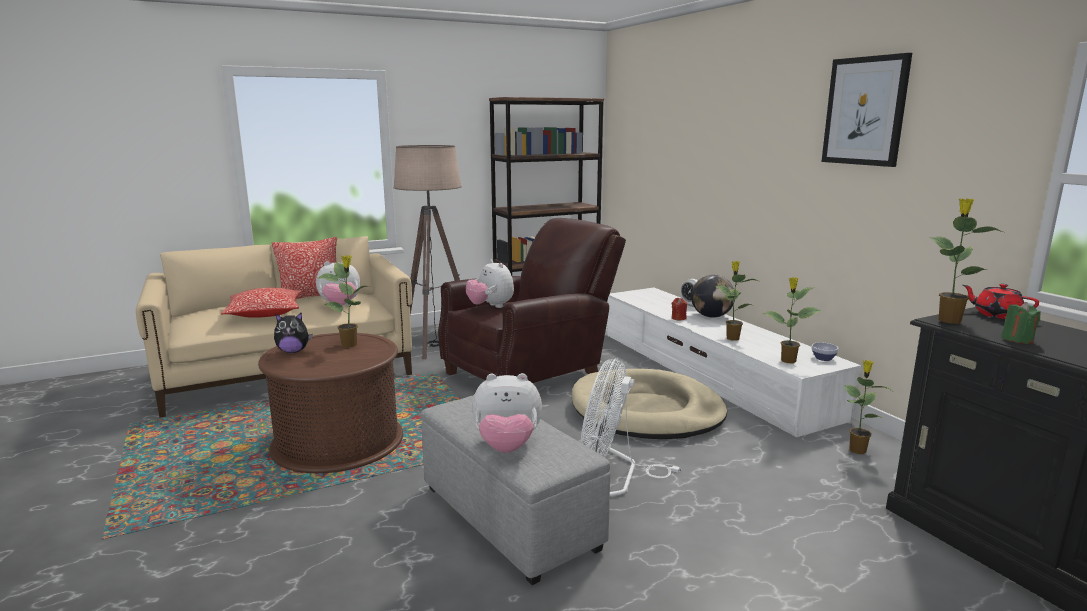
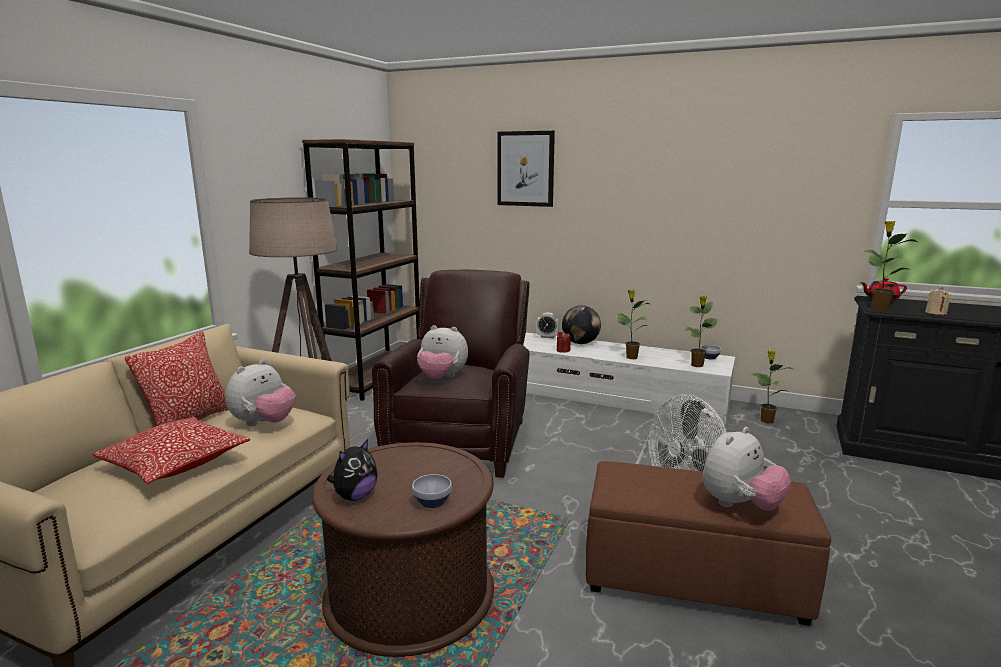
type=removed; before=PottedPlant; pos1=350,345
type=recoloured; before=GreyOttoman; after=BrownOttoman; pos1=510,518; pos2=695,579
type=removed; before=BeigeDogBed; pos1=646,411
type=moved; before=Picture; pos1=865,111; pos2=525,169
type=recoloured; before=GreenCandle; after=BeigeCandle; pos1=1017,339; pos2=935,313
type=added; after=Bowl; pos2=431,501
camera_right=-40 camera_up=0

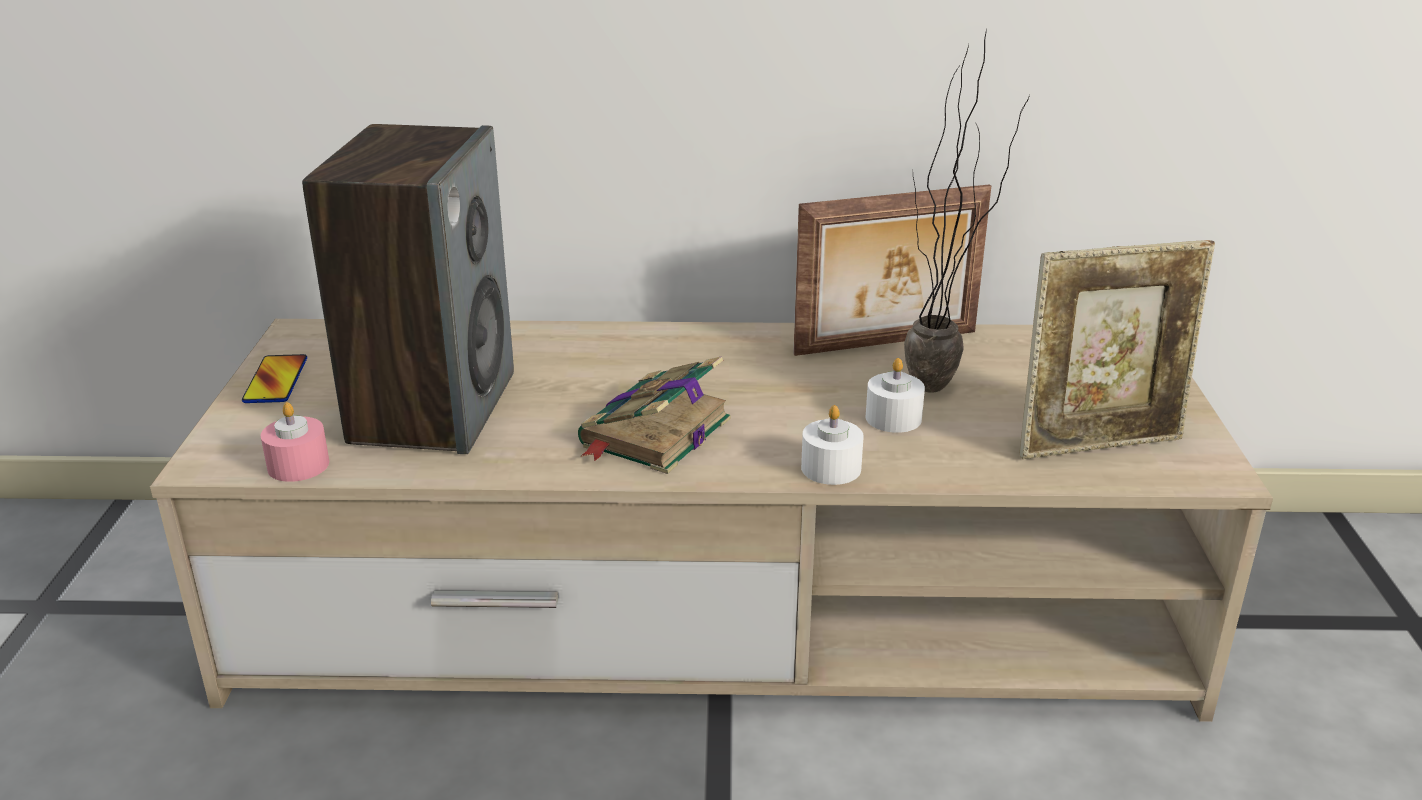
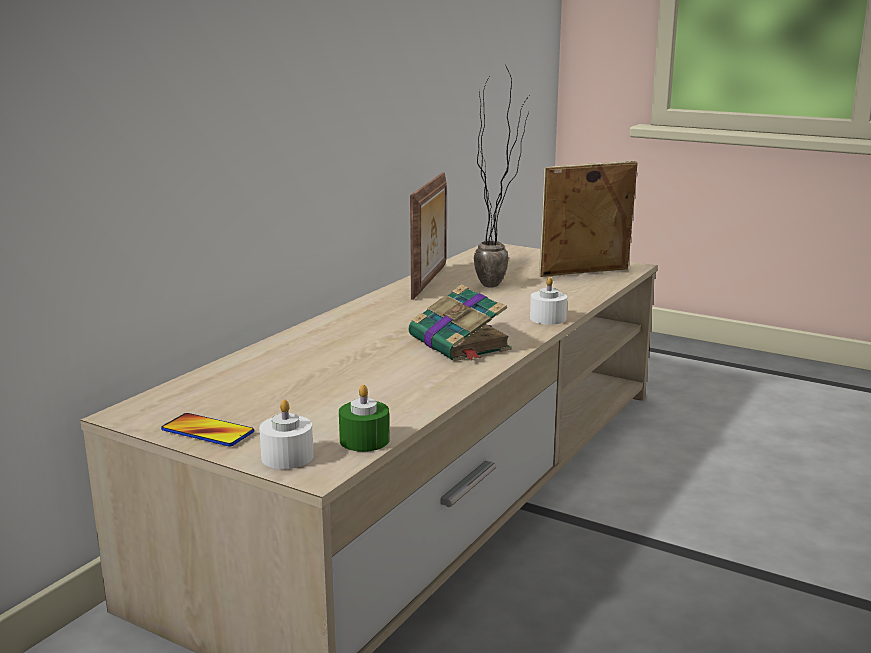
type=recoloured; before=PinkCandle; after=GreenCandle; pos1=298,465; pos2=364,440
type=removed; before=Speaker; pos1=433,407
type=moved; before=WhiteCandle; pos1=893,418; pos2=287,457
type=turned; before=PictureFrame; pos1=1099,444; pos2=584,274; turn=-120
camera_right=-60 camera_up=-10

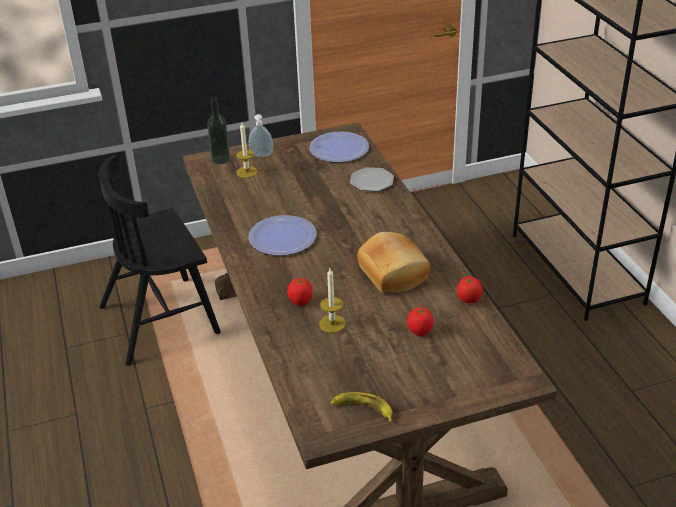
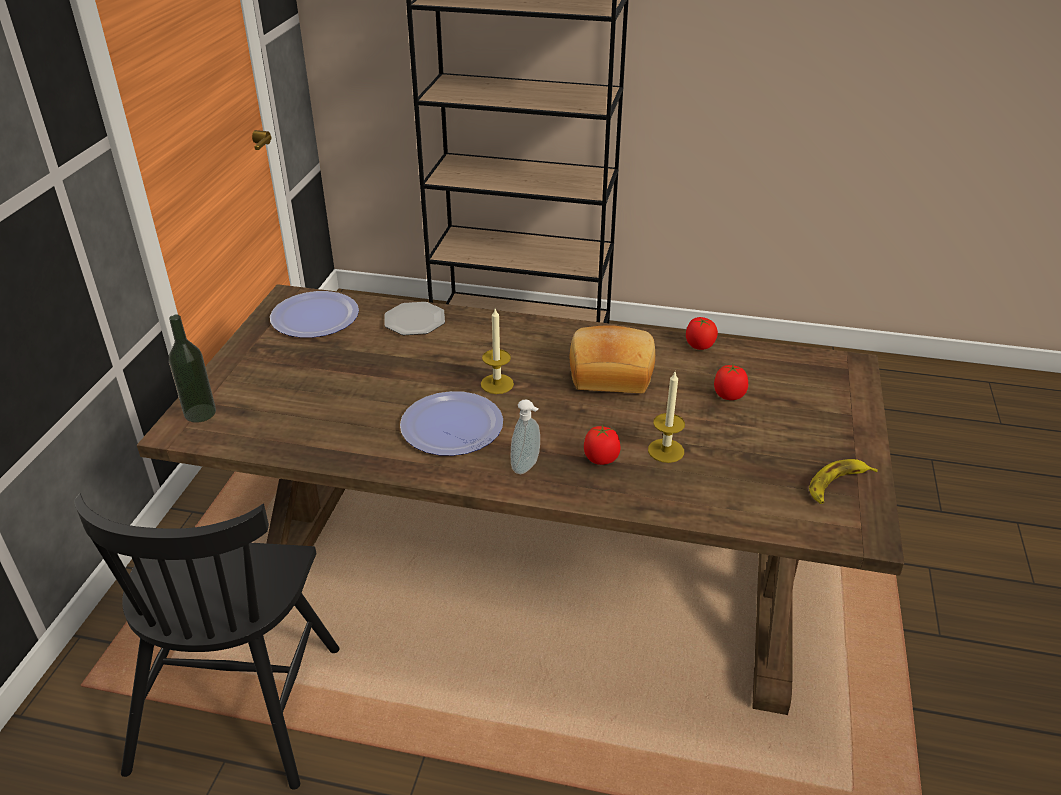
type=moved; before=Candle; pos1=246,172; pos2=497,384
type=moved; before=SoapDispenser; pos1=261,155; pos2=527,467
camera_right=-60 camera_up=0

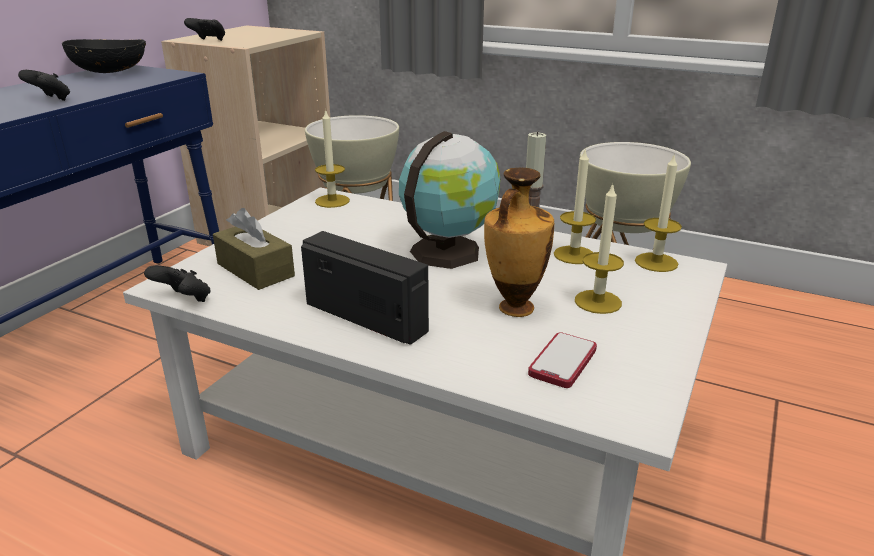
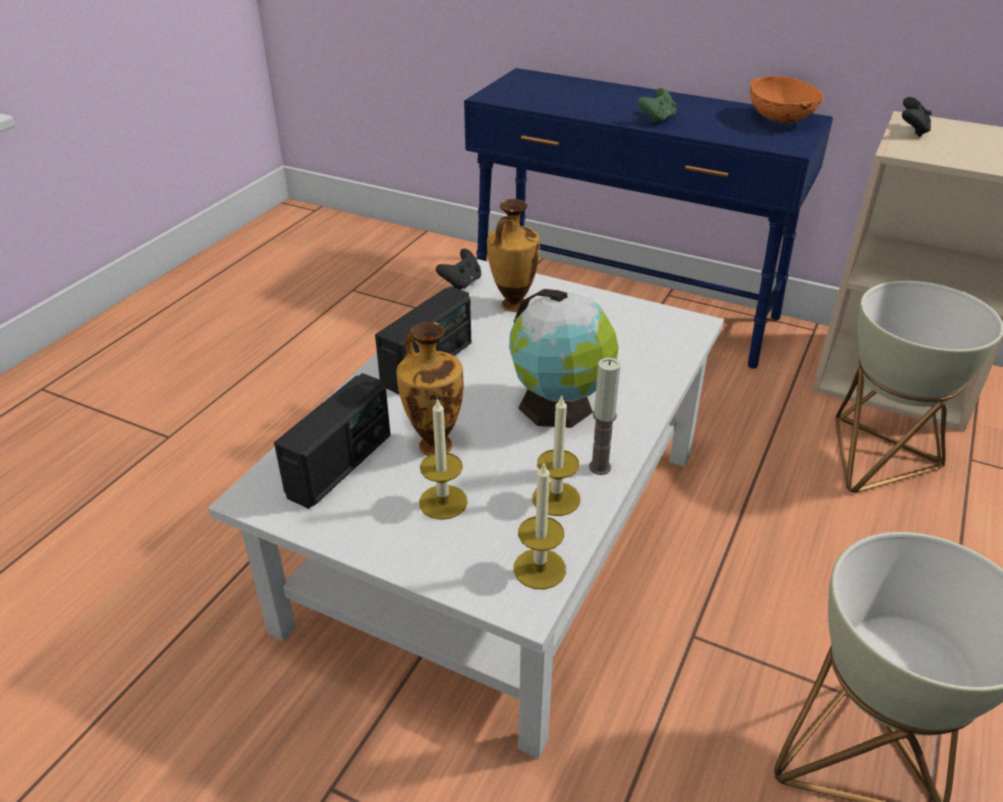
type=recoloured; before=BlackGameController; after=GreenGameController; pos1=50,100; pos2=657,119
type=recoloured; before=BlackBowl; after=OrangeBowl; pos1=110,72; pos2=781,119
type=replaced; before=BrownTissueBox; after=Vase; pos1=255,270; pos2=512,305
type=removed; before=Candle; pos1=332,201
type=replaced; before=Phone; after=Radio; pos1=563,362; pos2=341,465
camera_right=90 camera_up=10

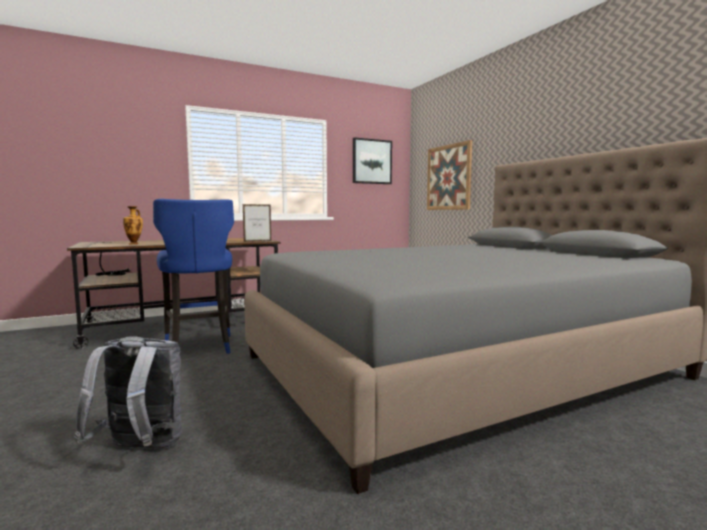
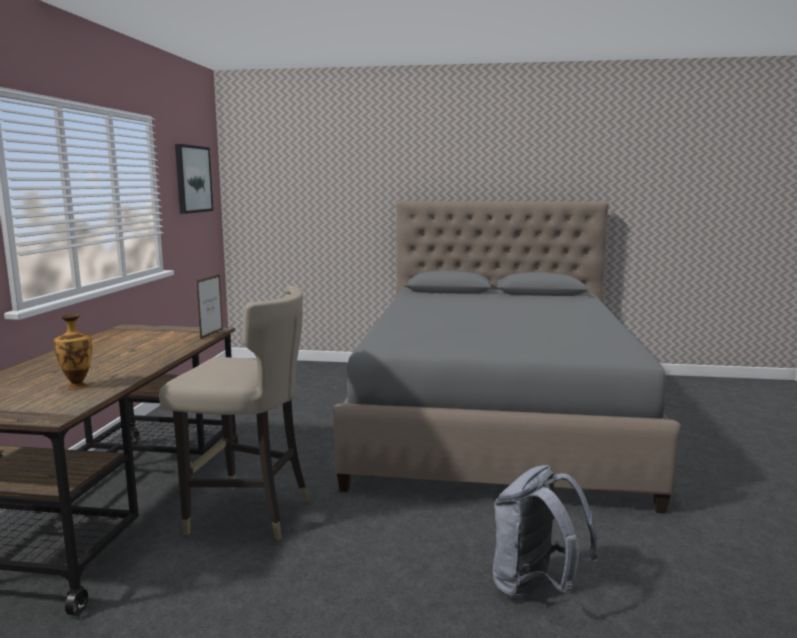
type=recoloured; before=BlueStool; after=BeigeStool; pos1=199,347; pos2=247,514
type=removed; before=Picture; pos1=448,177
camera_right=-55 camera_up=5

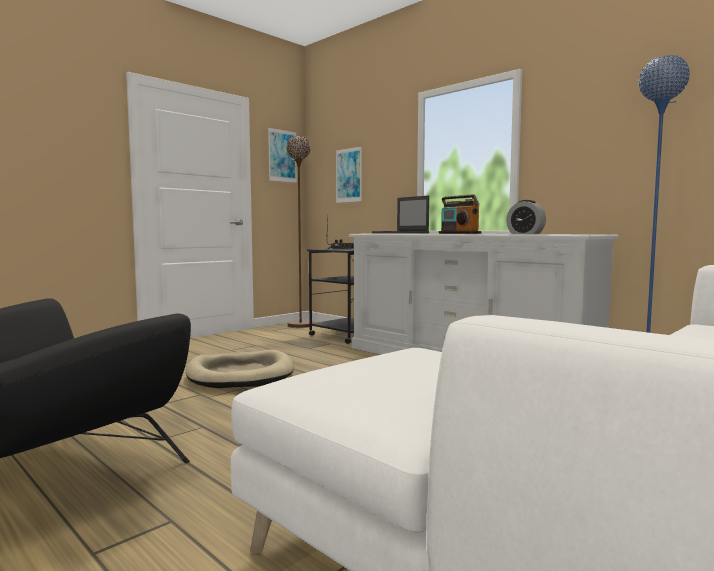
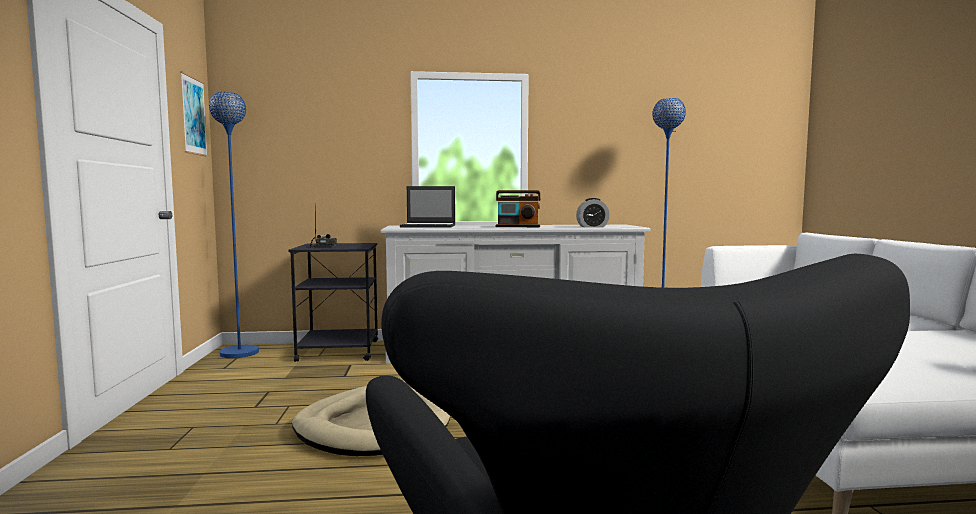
type=recoloured; before=BrownFloorLamp; after=BlueFloorLamp; pos1=300,325; pos2=239,353
type=removed; before=Picture; pos1=349,175
camera_right=-50 camera_up=0

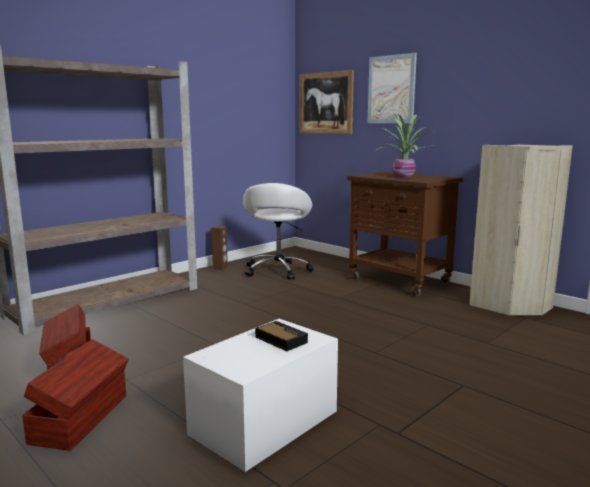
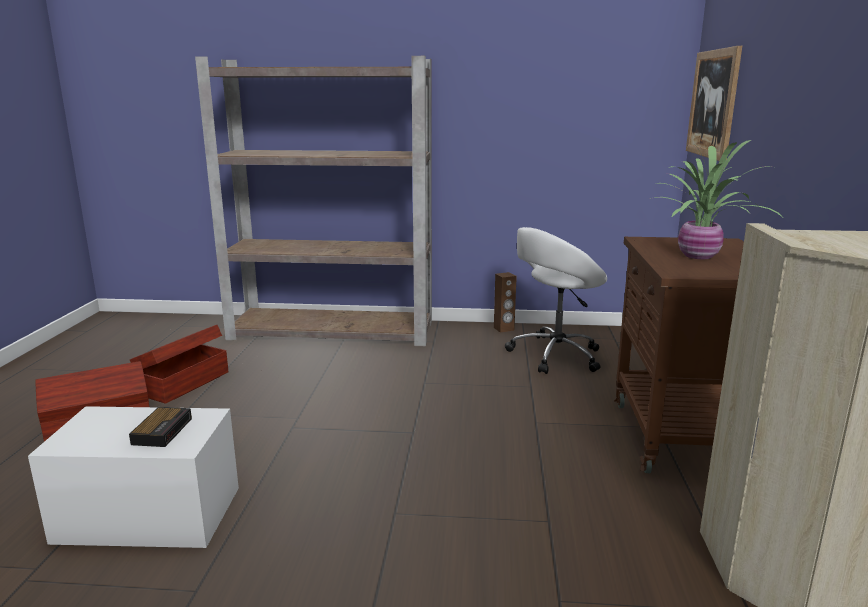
type=removed; before=Picture; pos1=391,89
camera_right=50 camera_up=5

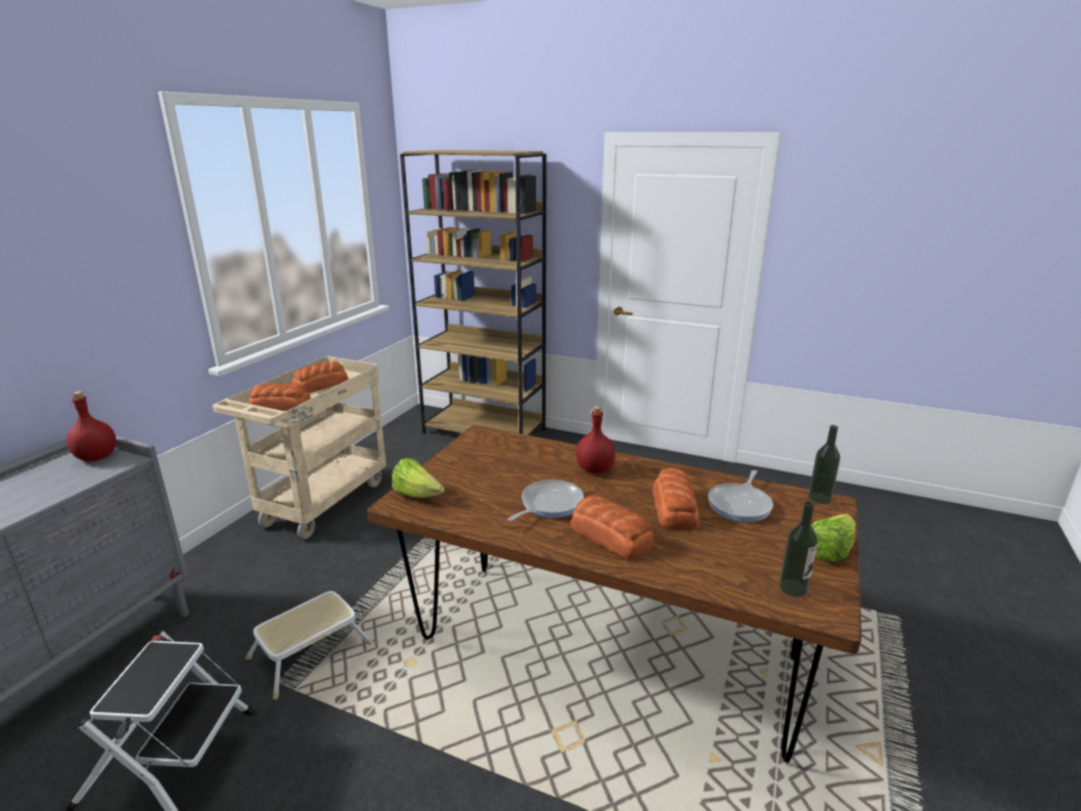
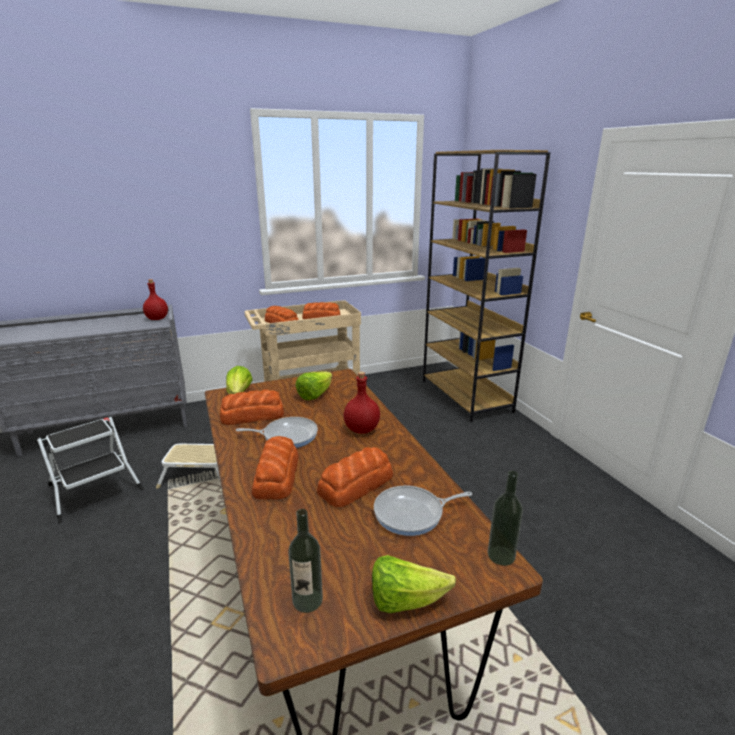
type=added; after=Bread; pos2=251,415
type=added; after=Lettuce; pos2=315,395
camera_right=45 camera_up=0

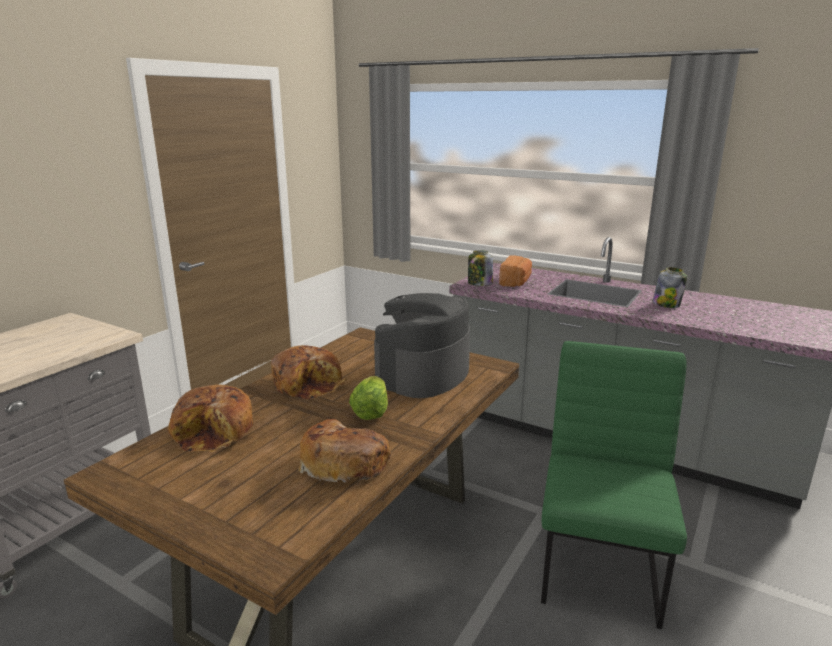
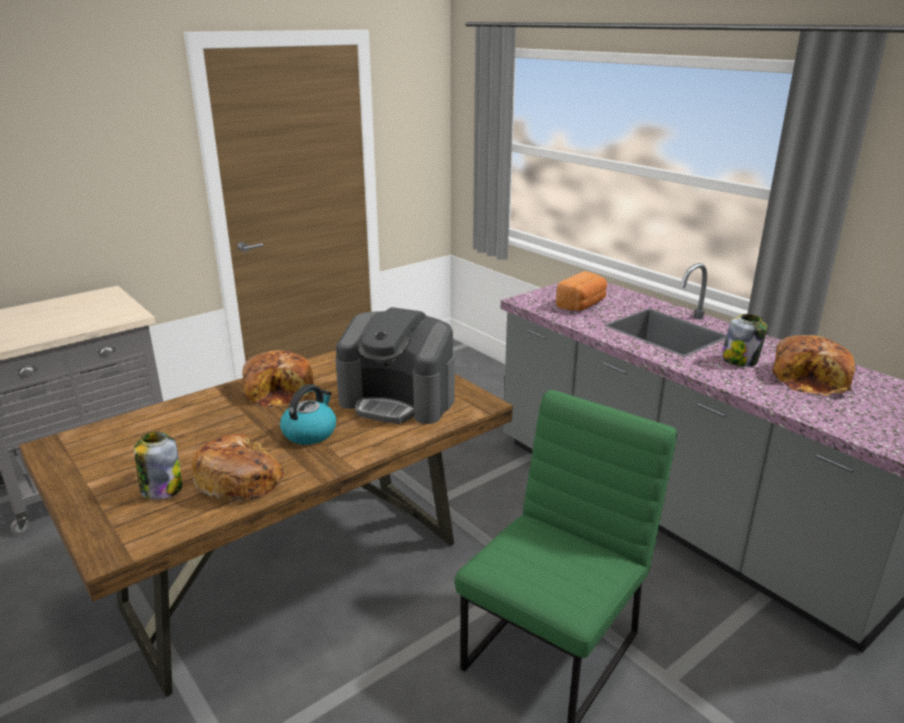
type=moved; before=Bread; pos1=215,431; pos2=811,379
type=replaced; before=Lettuce; after=Kettle; pos1=370,412; pos2=310,432
type=turned; before=CoffeeMachine; pos1=423,374; pos2=398,400; turn=-120
type=moved; before=Jar; pos1=479,284; pos2=161,489
camera_right=20 camera_up=5

